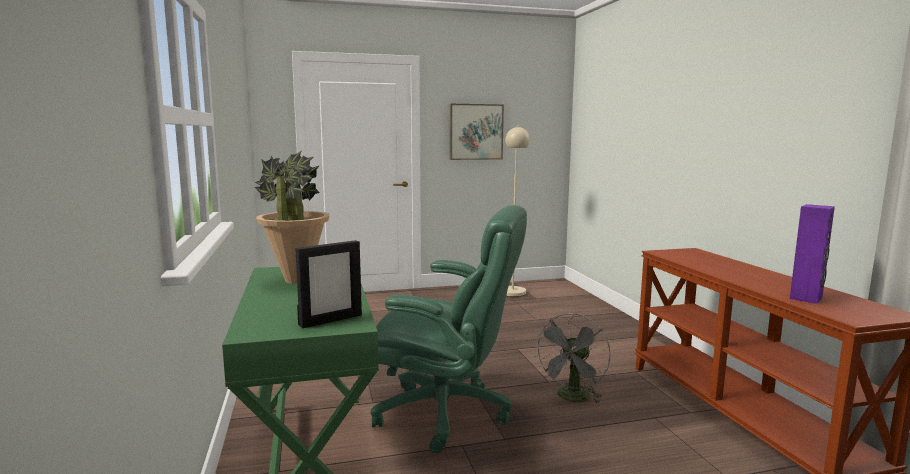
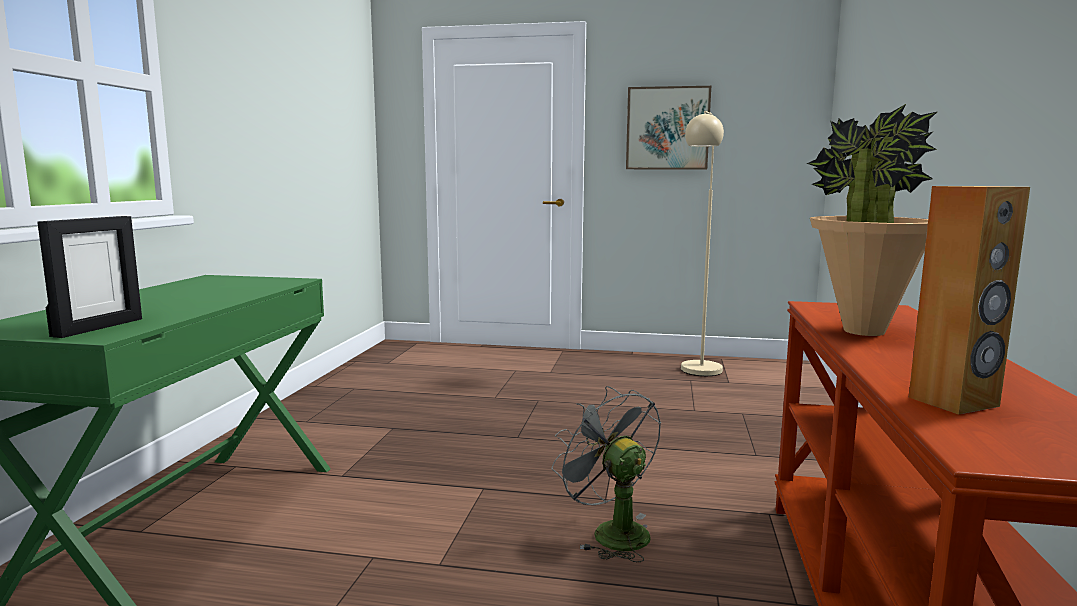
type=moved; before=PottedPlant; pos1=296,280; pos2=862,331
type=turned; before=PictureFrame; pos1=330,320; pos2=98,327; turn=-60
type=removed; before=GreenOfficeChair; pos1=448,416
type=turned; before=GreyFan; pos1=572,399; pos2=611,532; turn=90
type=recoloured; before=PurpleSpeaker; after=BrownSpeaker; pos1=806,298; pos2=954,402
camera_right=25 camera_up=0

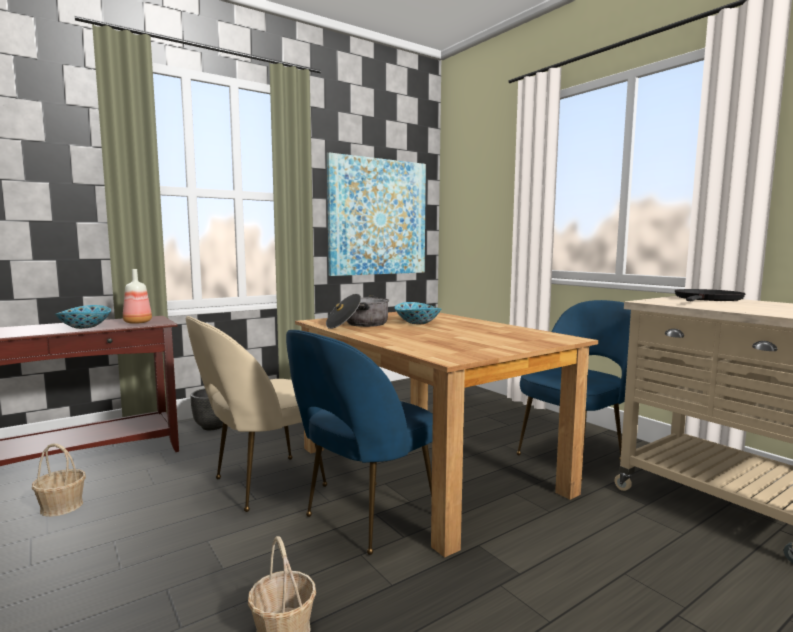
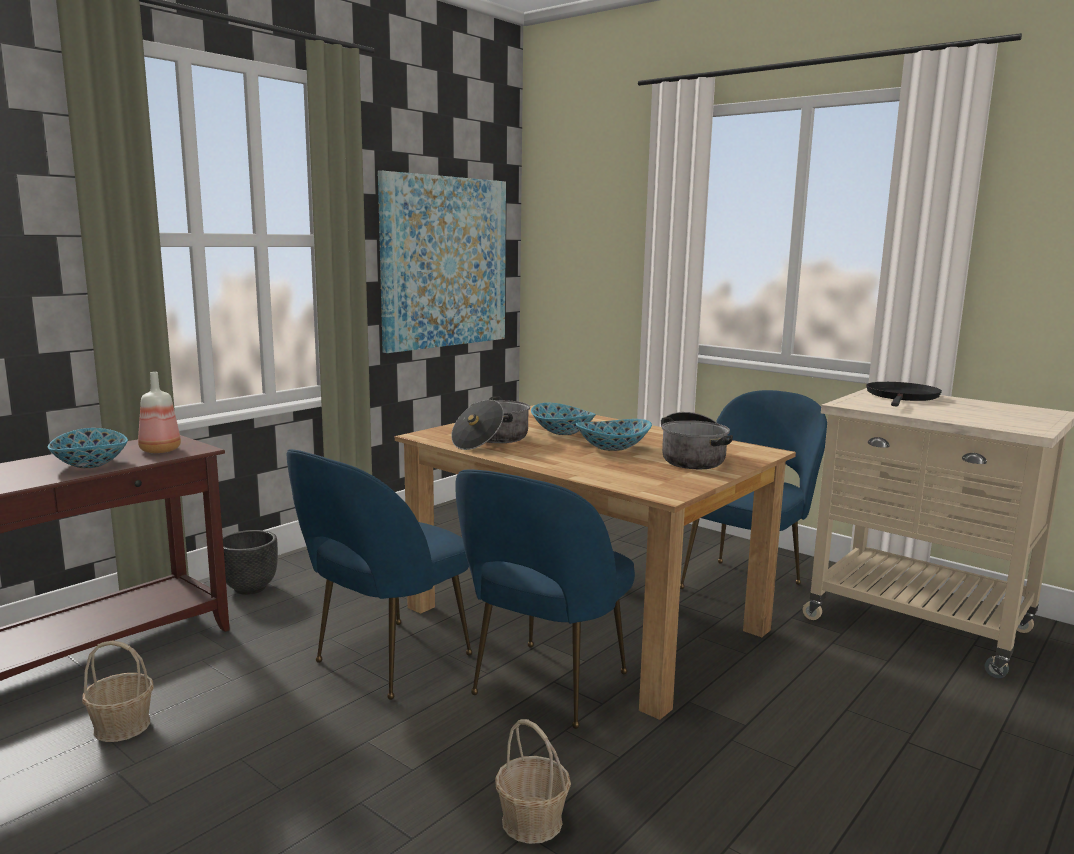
type=recoloured; before=BeigeChair; after=BlueChair; pos1=261,485; pos2=384,663
type=added; after=Bowl; pos2=612,447
type=added; after=CookingPot; pos2=692,458
camera_right=-15 camera_up=5

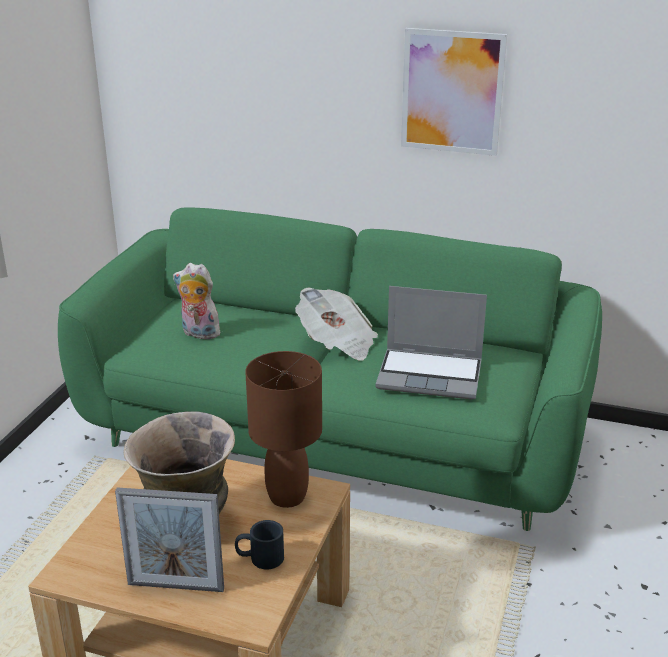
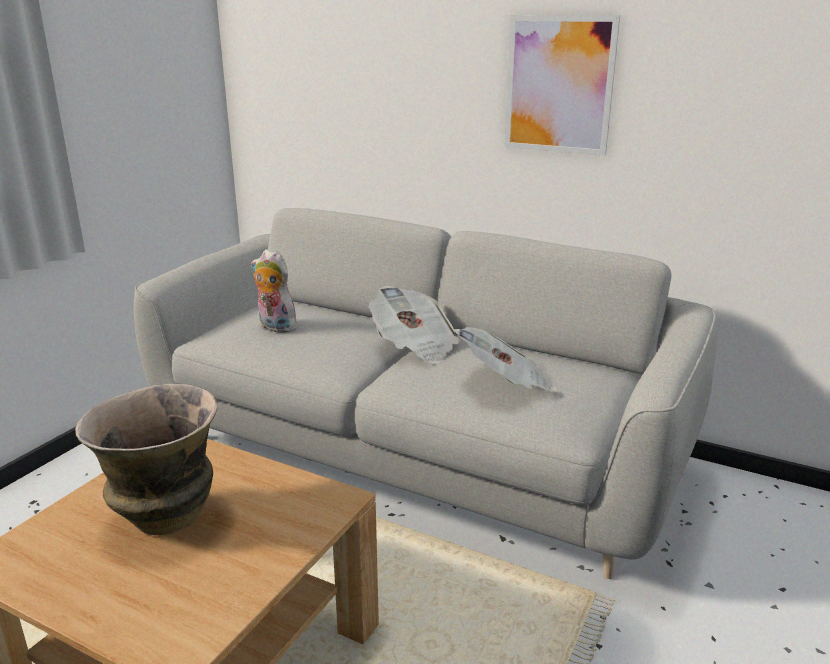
type=recoloured; before=GreenSofa; after=GreySofa; pos1=334,439; pos2=415,455
type=removed; before=PictureFrame; pos1=175,586
type=removed; before=BlackMug; pos1=260,558
type=removed; before=BrownTableLamp; pos1=287,496
type=replaced; before=Laptop; after=Newspaper; pos1=431,375; pos2=506,384
camera_right=10 camera_up=-5

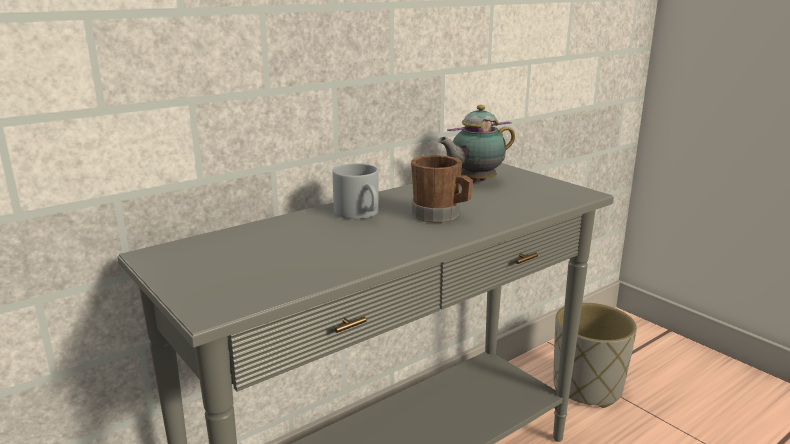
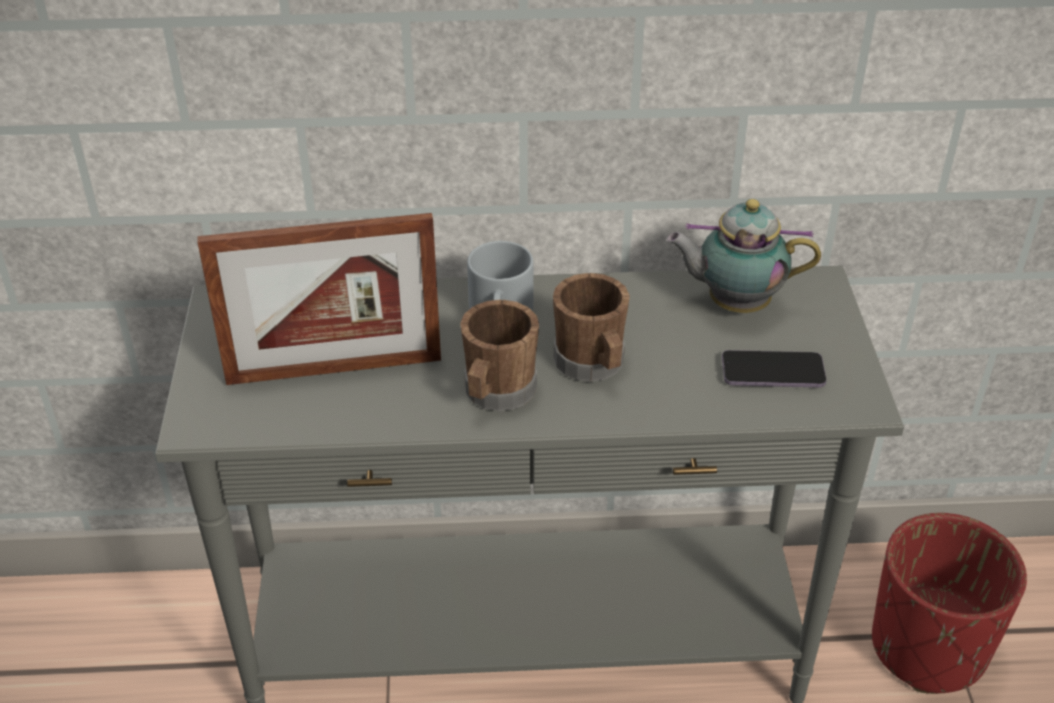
type=recoloured; before=GreyPlanter; after=RedPlanter; pos1=587,388; pos2=929,648
type=added; after=PictureFrame; pos2=334,369
type=added; after=BrownMug; pos2=496,393
type=added; after=Phone; pos2=772,372
camera_right=35 camera_up=20

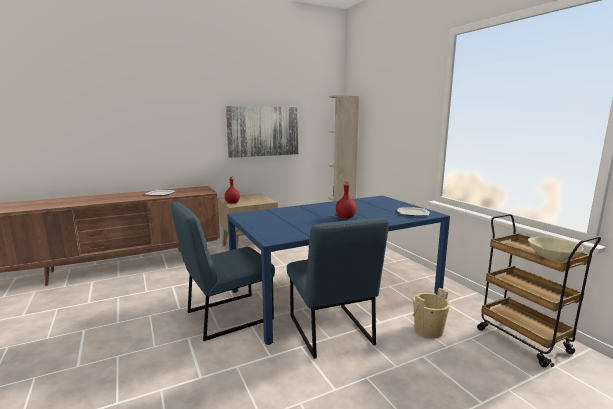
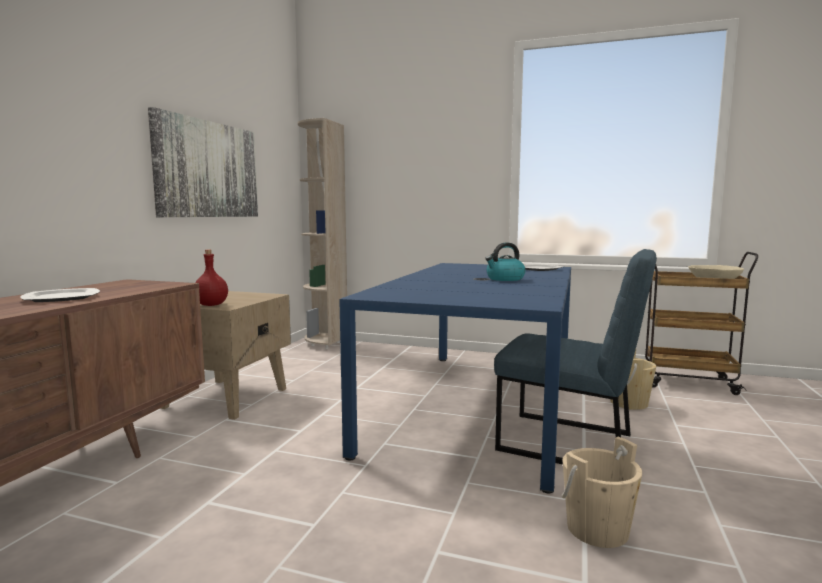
type=removed; before=BlueChair; pos1=227,316
type=replaced; before=RedBottle; after=Kettle; pos1=346,217; pos2=504,279
type=added; after=BeigeBucket; pos2=597,529
camera_right=-45 camera_up=-5

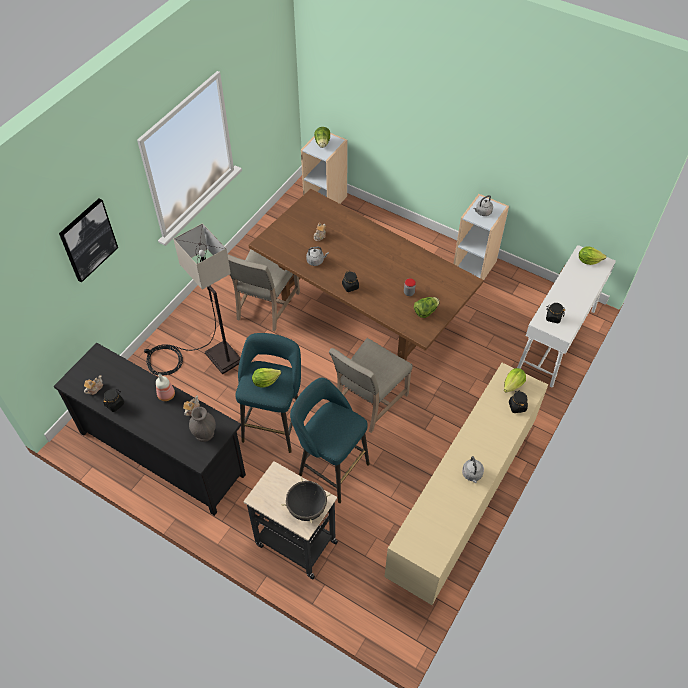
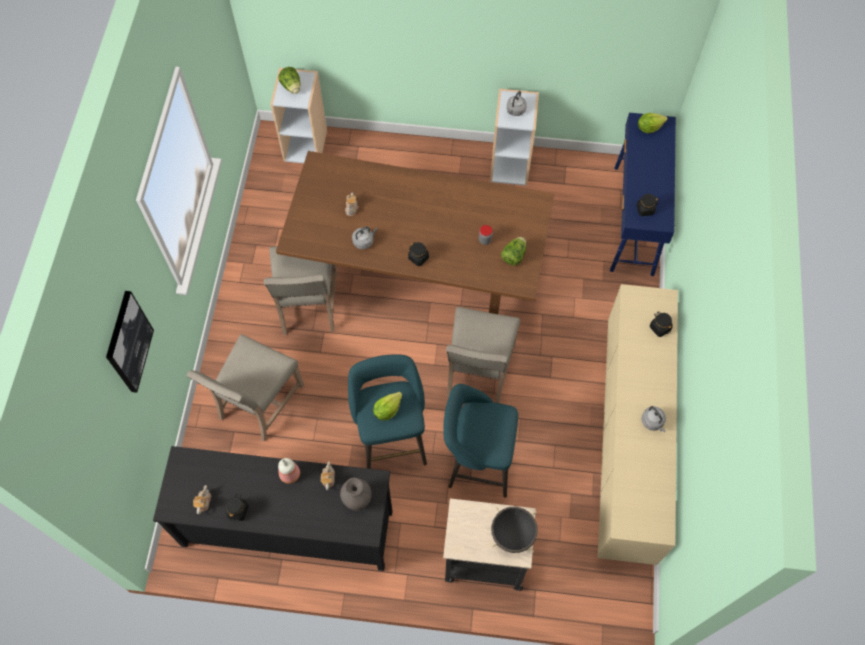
type=replaced; before=FloorLamp; after=BeigeChair; pos1=191,358; pos2=258,403
type=removed; before=Lettuce; pos1=513,385
type=recoloured; before=WhiteConsoleTable; after=BlueConsoleTable; pos1=555,340; pos2=632,220
camera_right=-25 camera_up=10

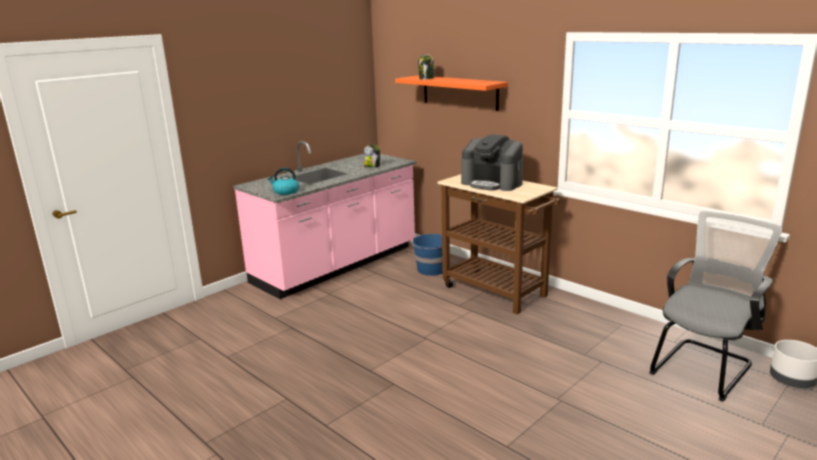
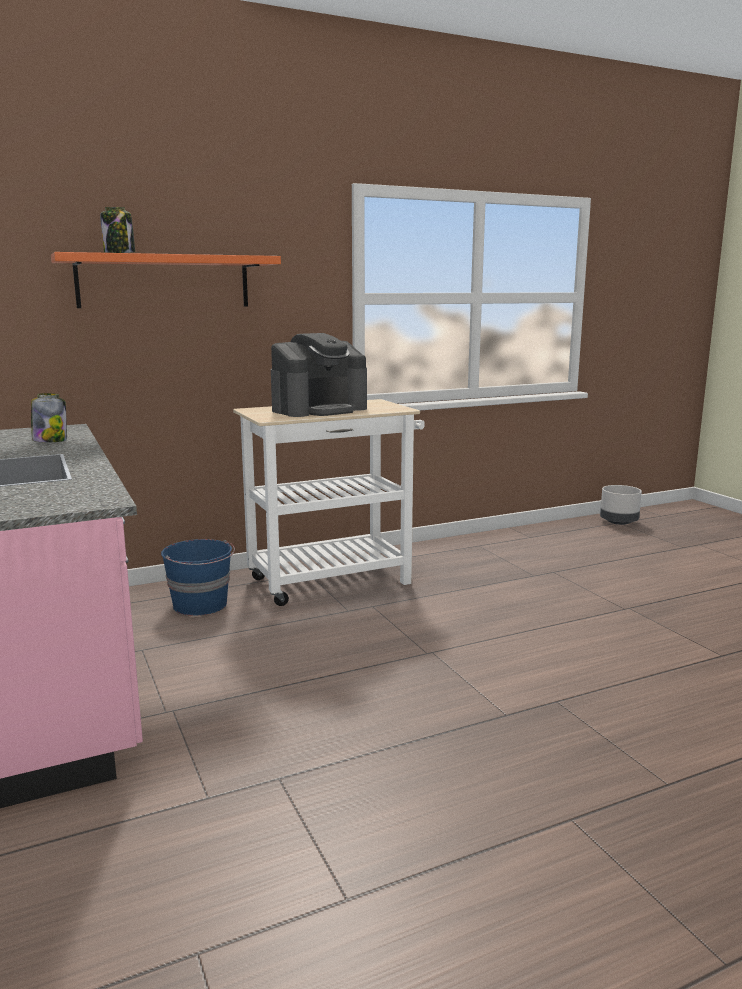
type=removed; before=Kettle; pos1=285,192
type=recoloured; before=BrownCart; after=WhiteCart; pos1=495,291; pos2=332,581
type=removed; before=Chair; pos1=704,367
camera_right=-70 camera_up=-5

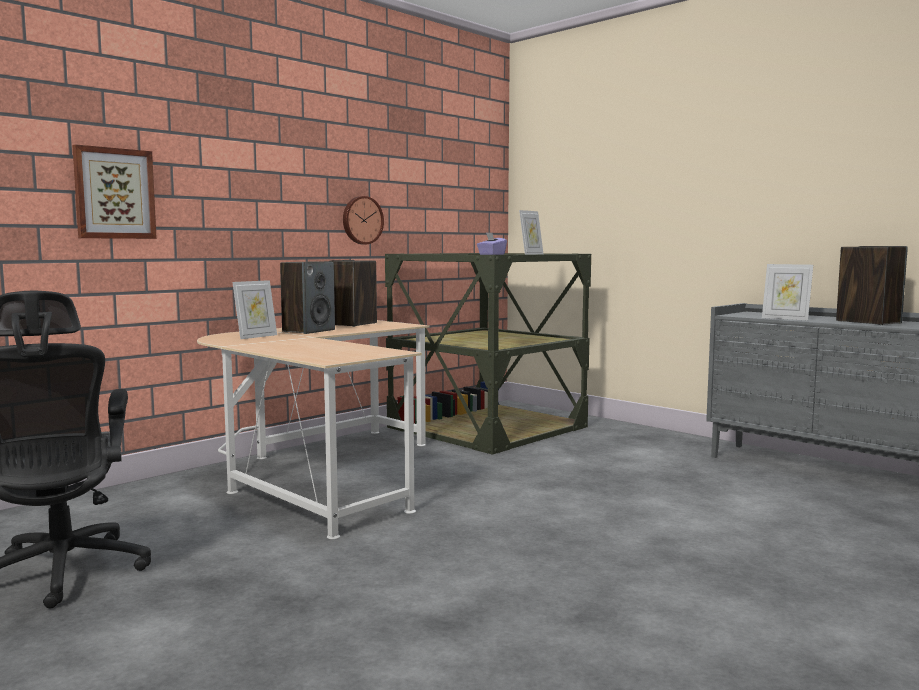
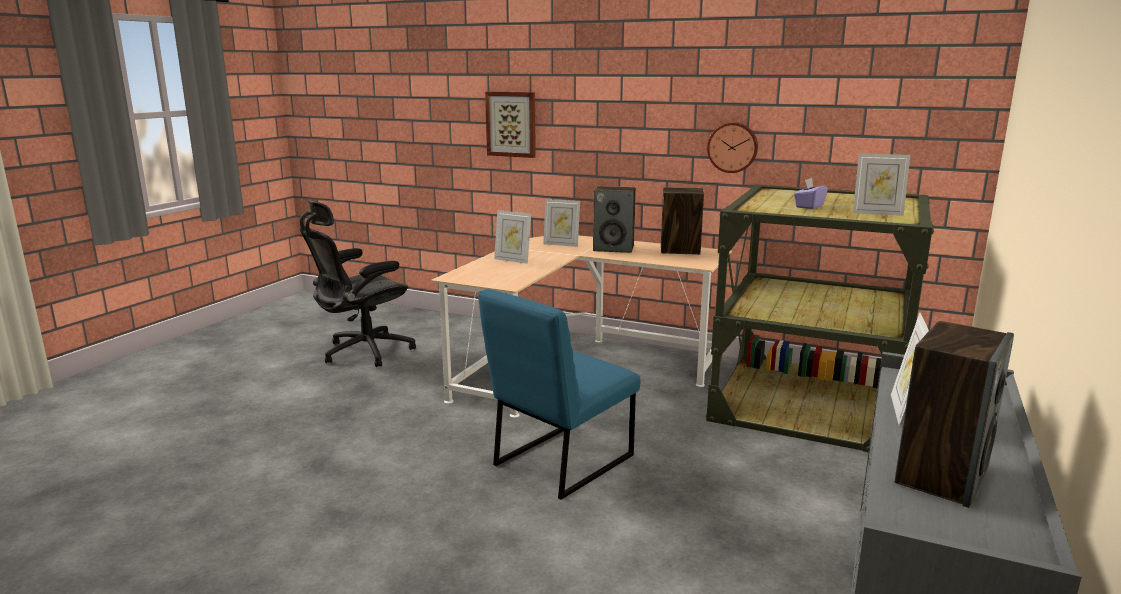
type=added; after=BlueChair; pos2=560,461
type=added; after=PictureFrame; pos2=512,260
camera_right=70 camera_up=10

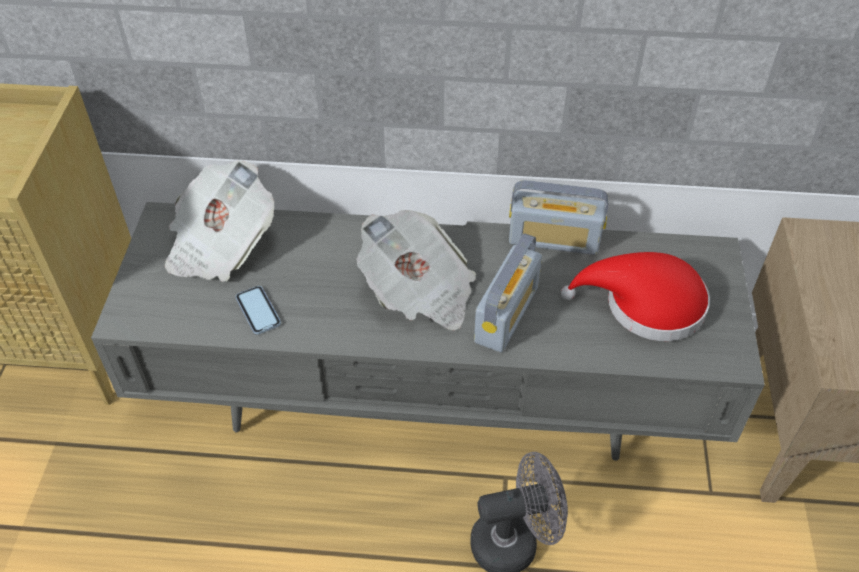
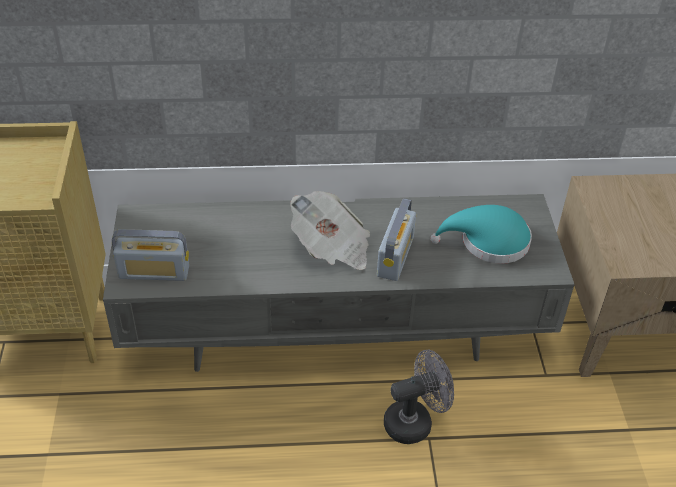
type=removed; before=Newspaper; pos1=220,245
type=removed; before=Phone; pos1=258,311
type=moved; before=Radio; pos1=554,240; pos2=154,272
type=recoloured; before=RedHat; after=TurquoiseHat; pos1=646,305; pos2=488,242
camera_right=-10 camera_up=-5

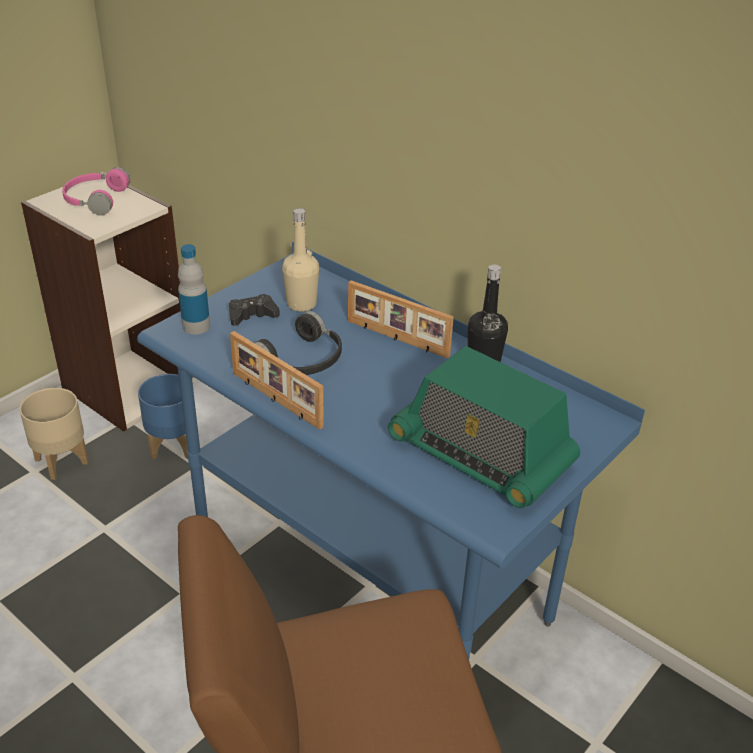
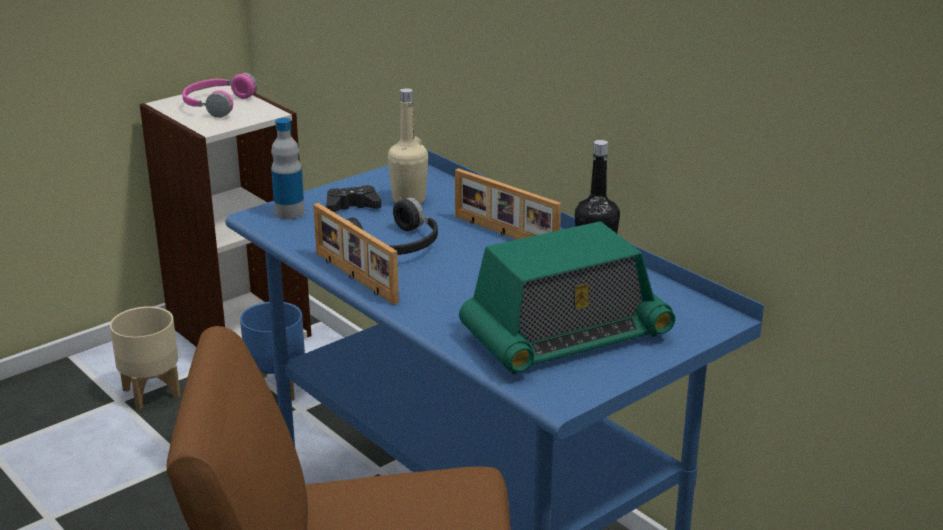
type=turned; before=Radio; pos1=481,454; pos2=565,336; turn=-75
camera_right=10 camera_up=-10

